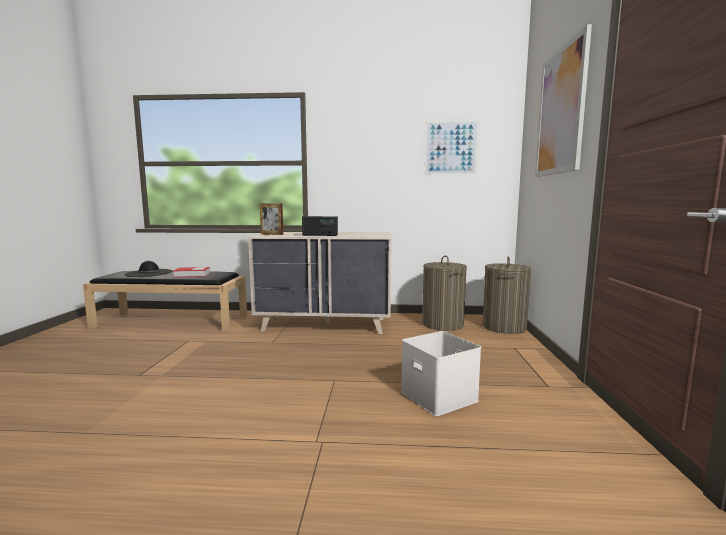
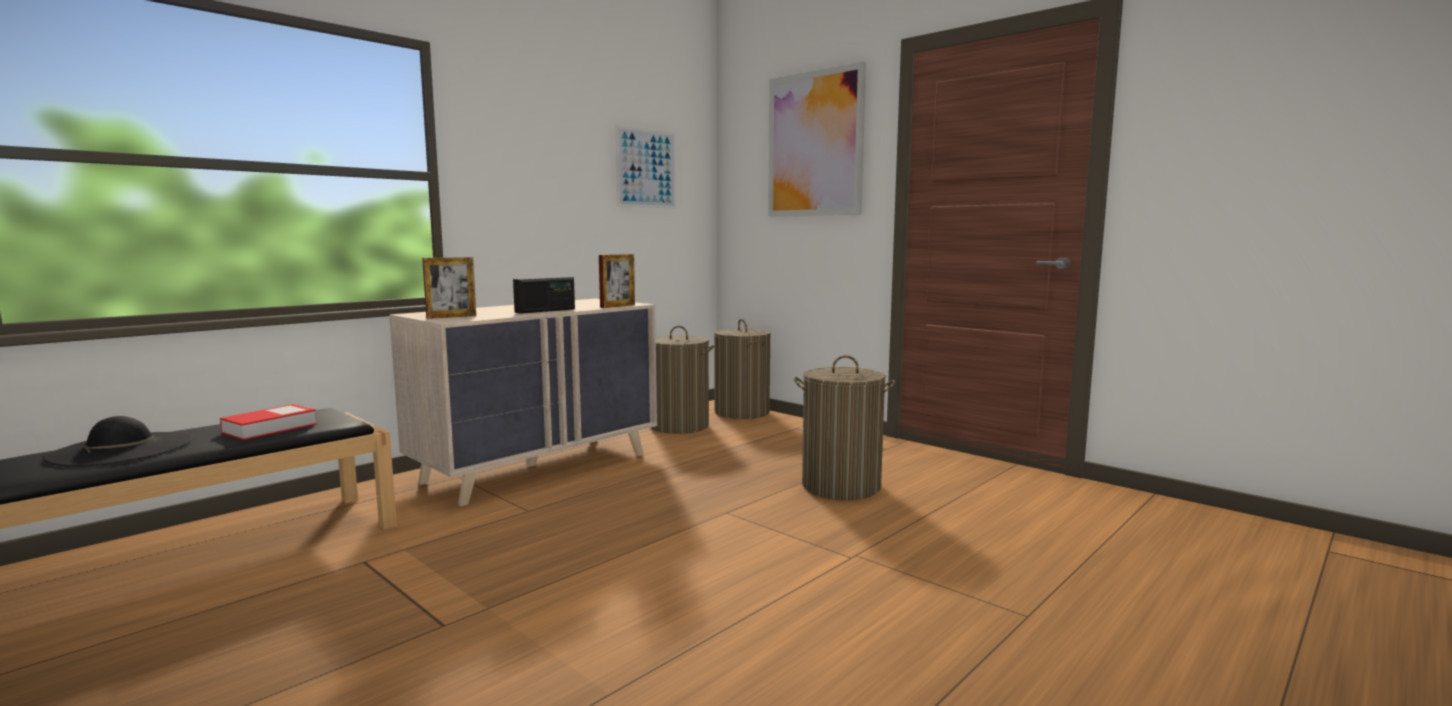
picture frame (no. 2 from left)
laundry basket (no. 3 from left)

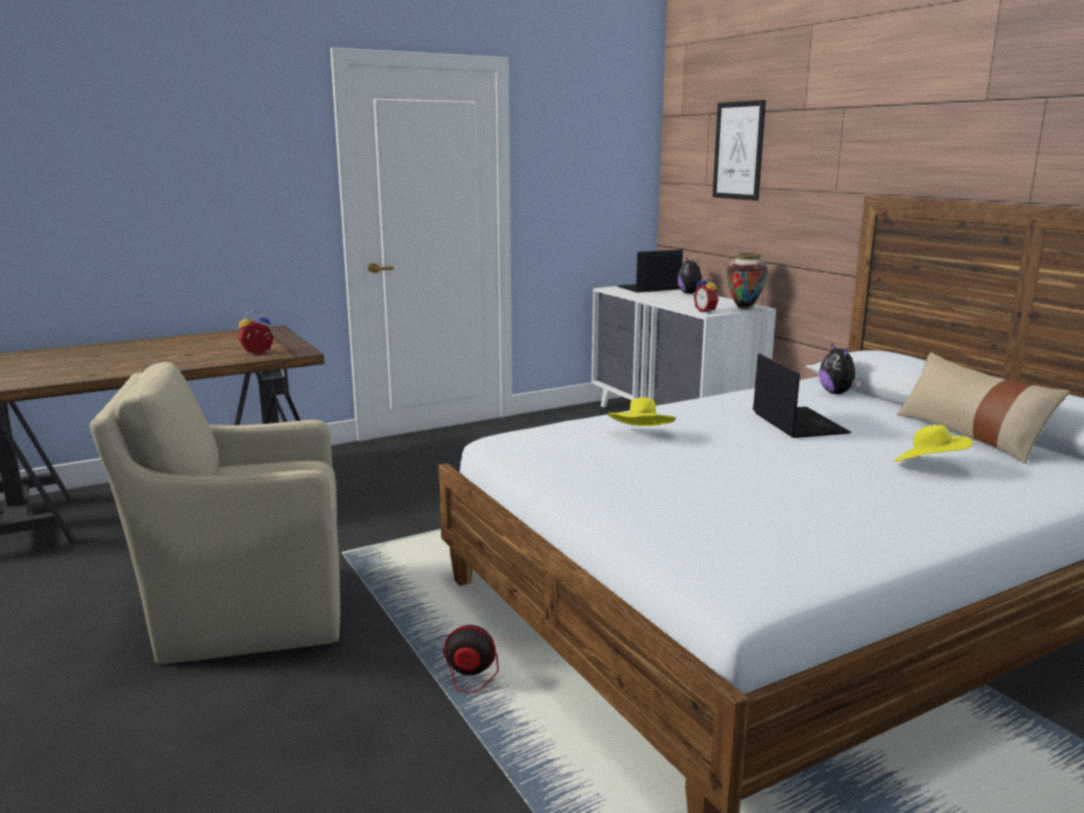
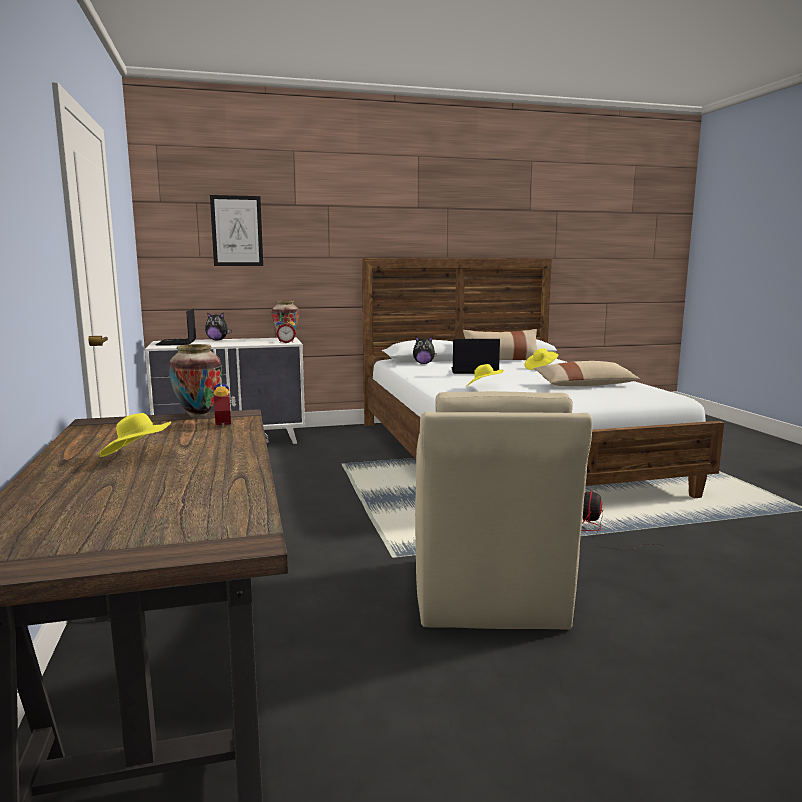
clothing hat/yellow (no. 1 from left)
decorative vase (no. 1 from left)
cushion/beige-coloured (no. 2 from left)

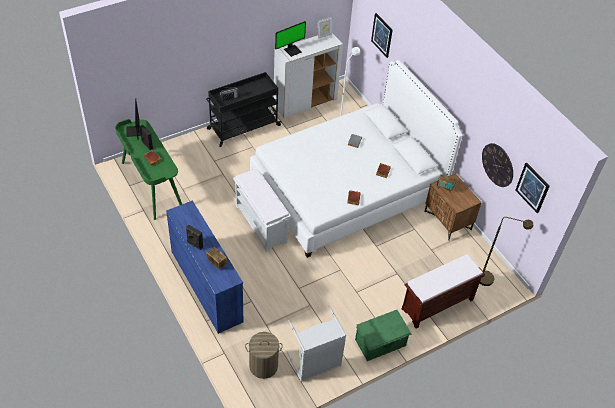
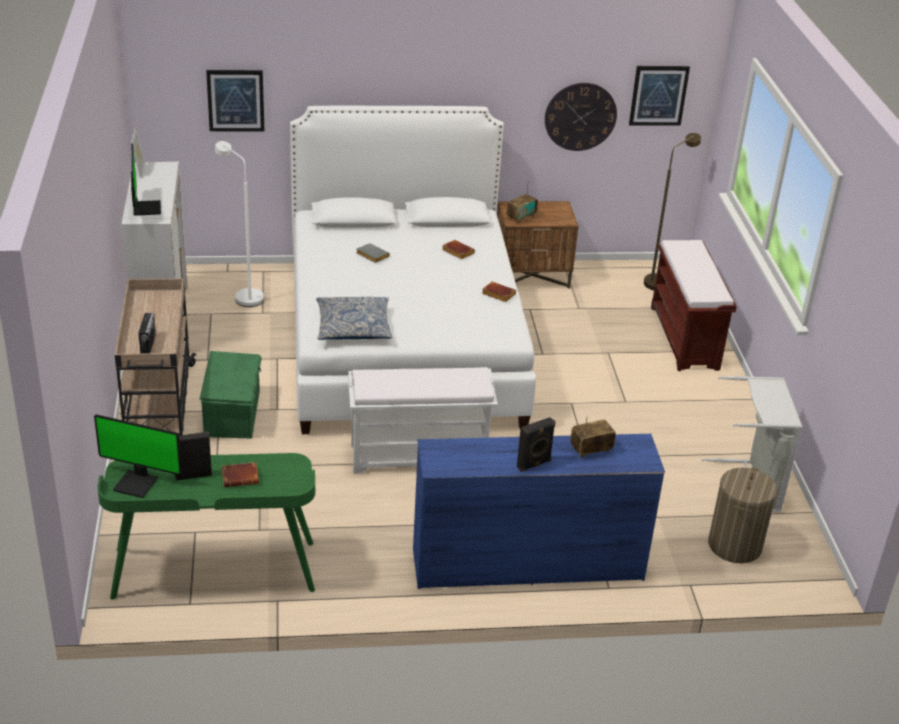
cushion
storage bin/green-coloured
cart/beige-coloured

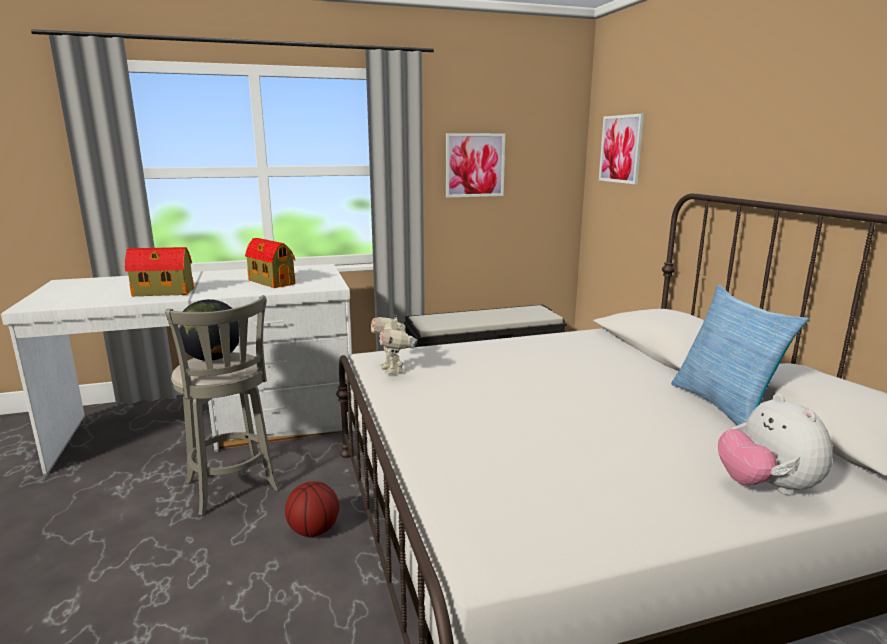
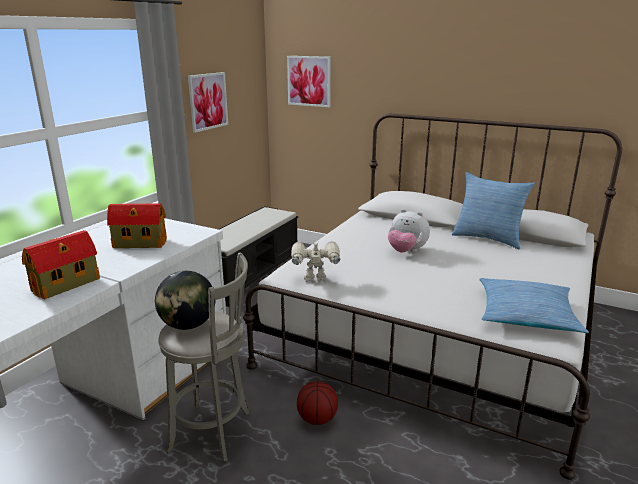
cushion (no. 2 from left)
cuddly toy
model robot

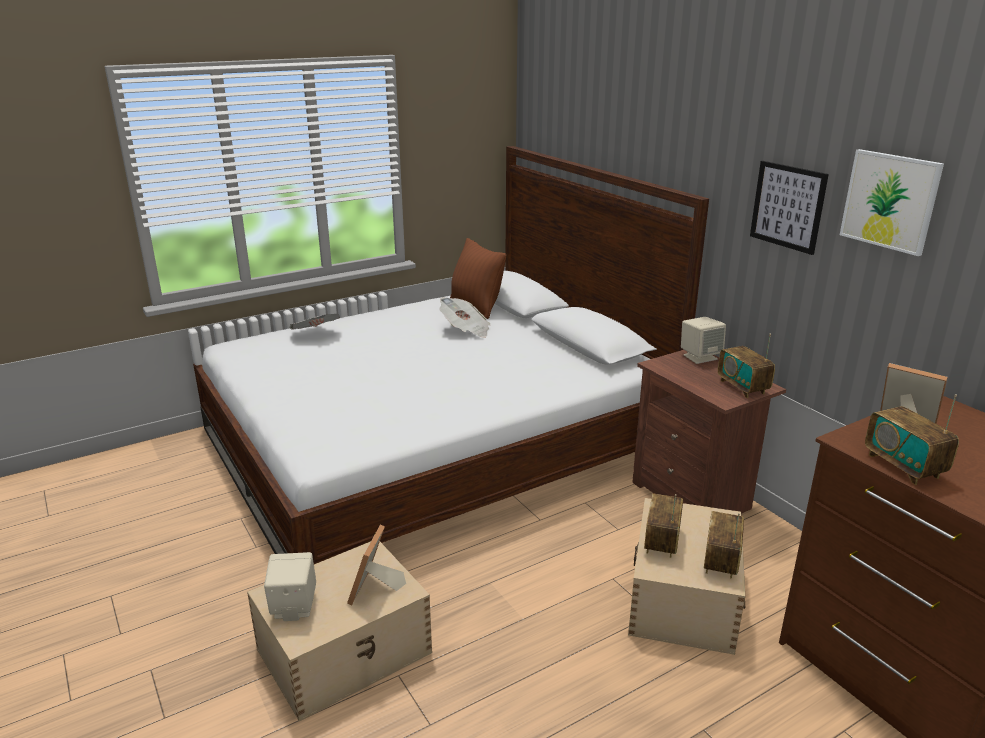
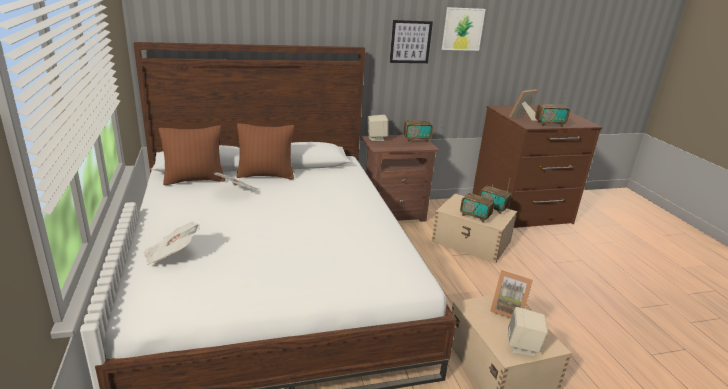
cushion/brown (no. 2 from left)

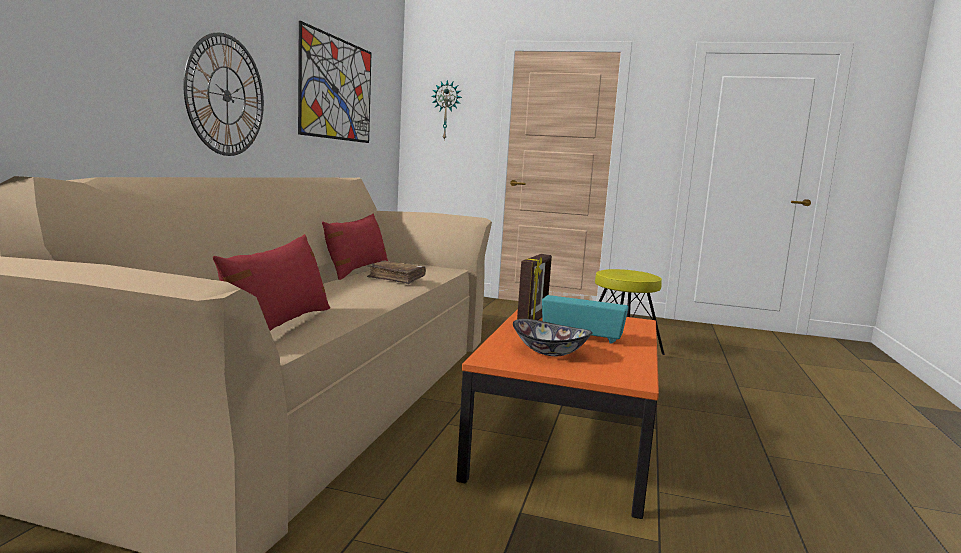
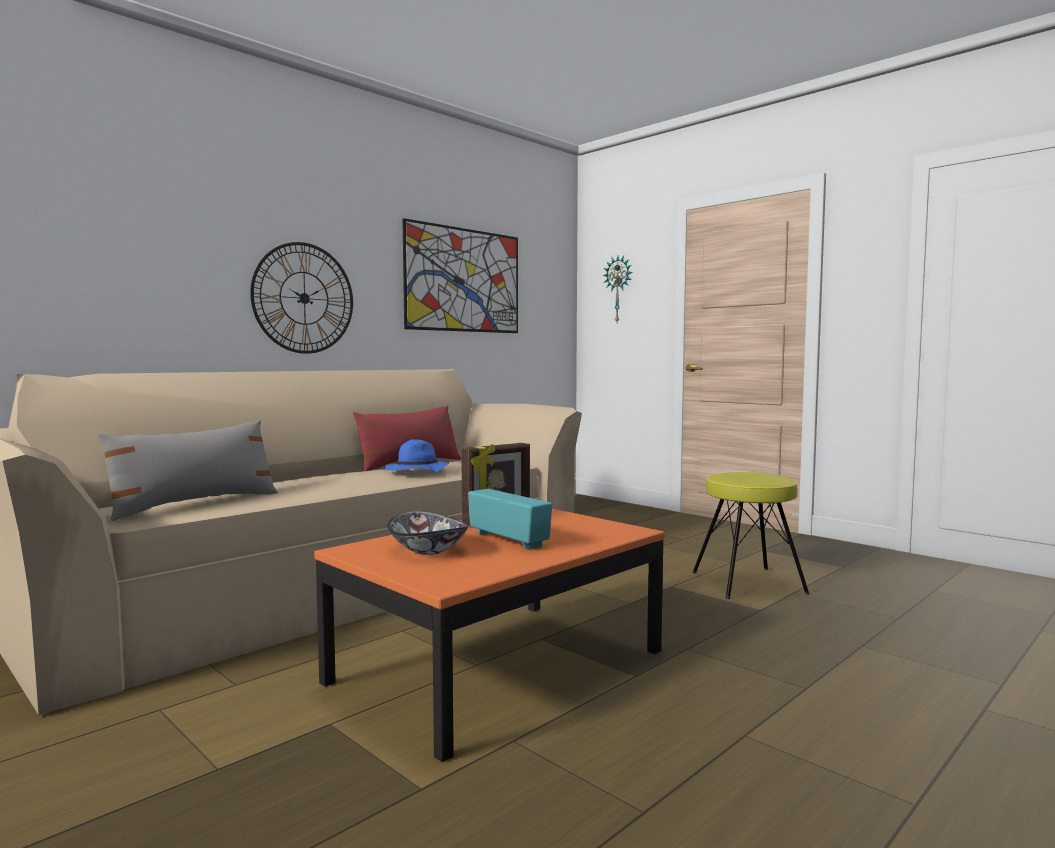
clothing hat/blue-coloured
cushion/grey

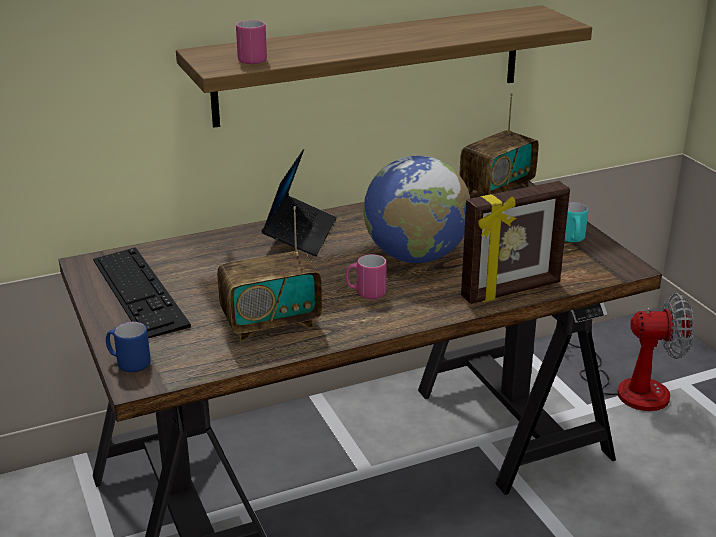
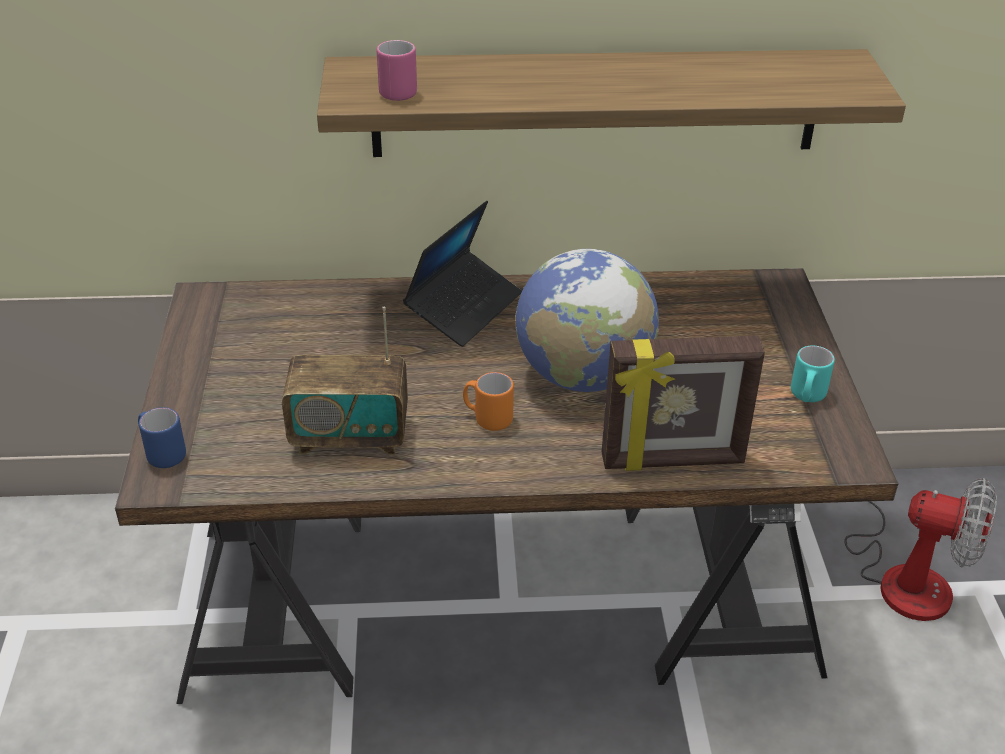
keyboard
radio (no. 2 from left in the first image)
mug/orange-coloured

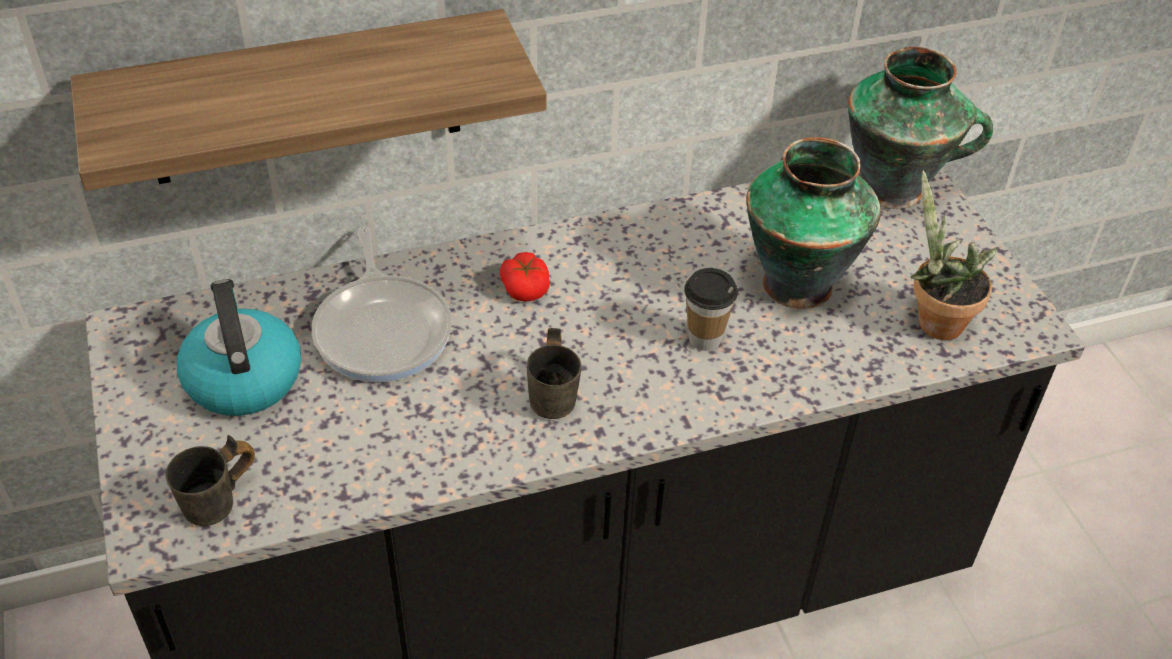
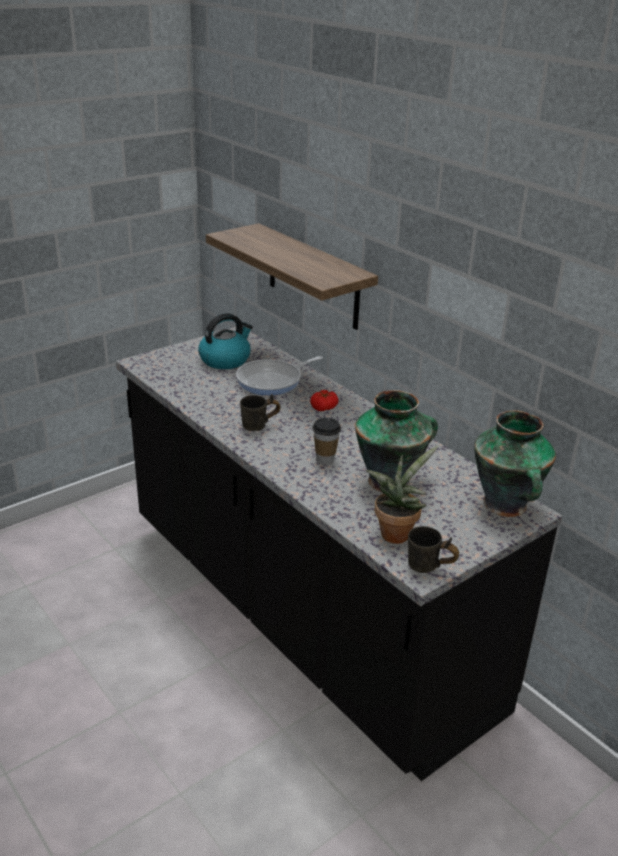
mug/grey (no. 2 from left)

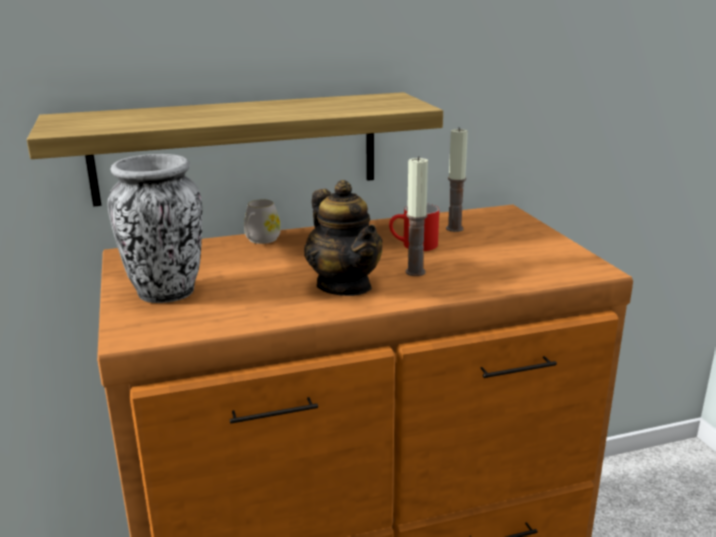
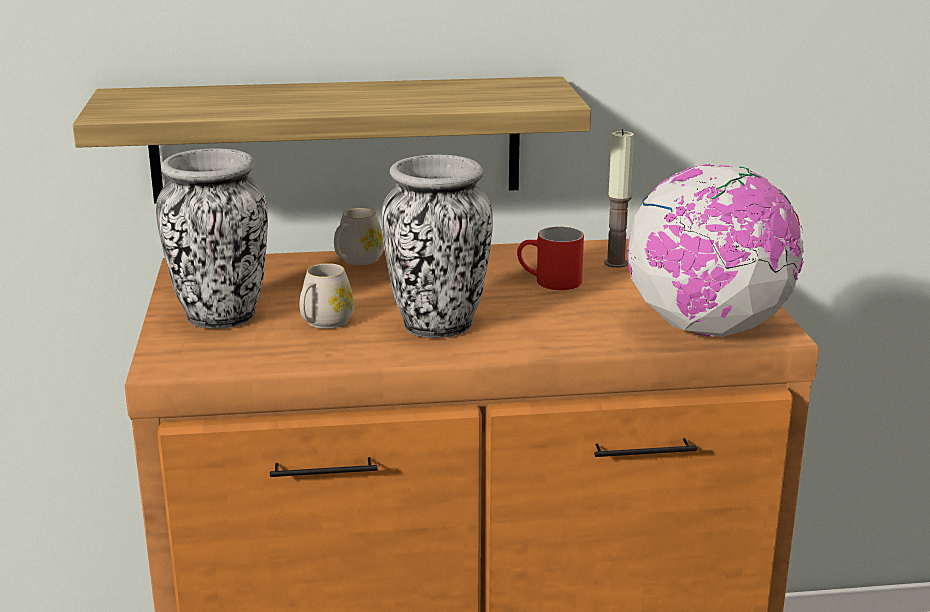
wax light (no. 1 from left in the first image)
mug/whitish (no. 1 from left)
globe
decorative vase (no. 2 from left)

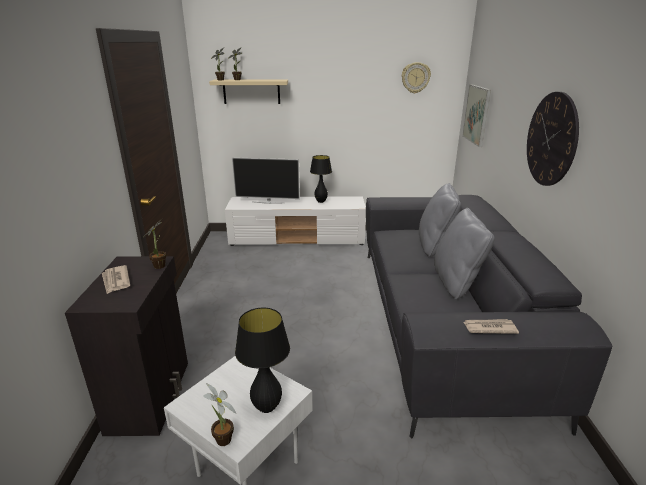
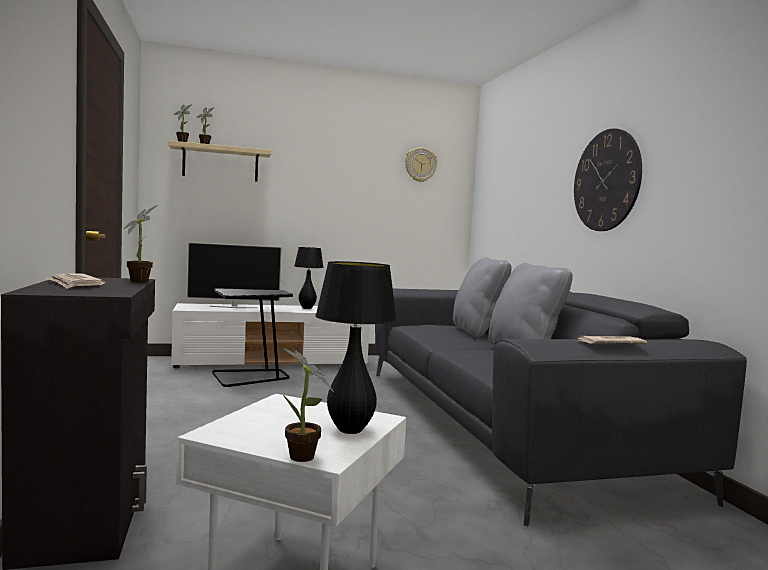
picture
side table/black

